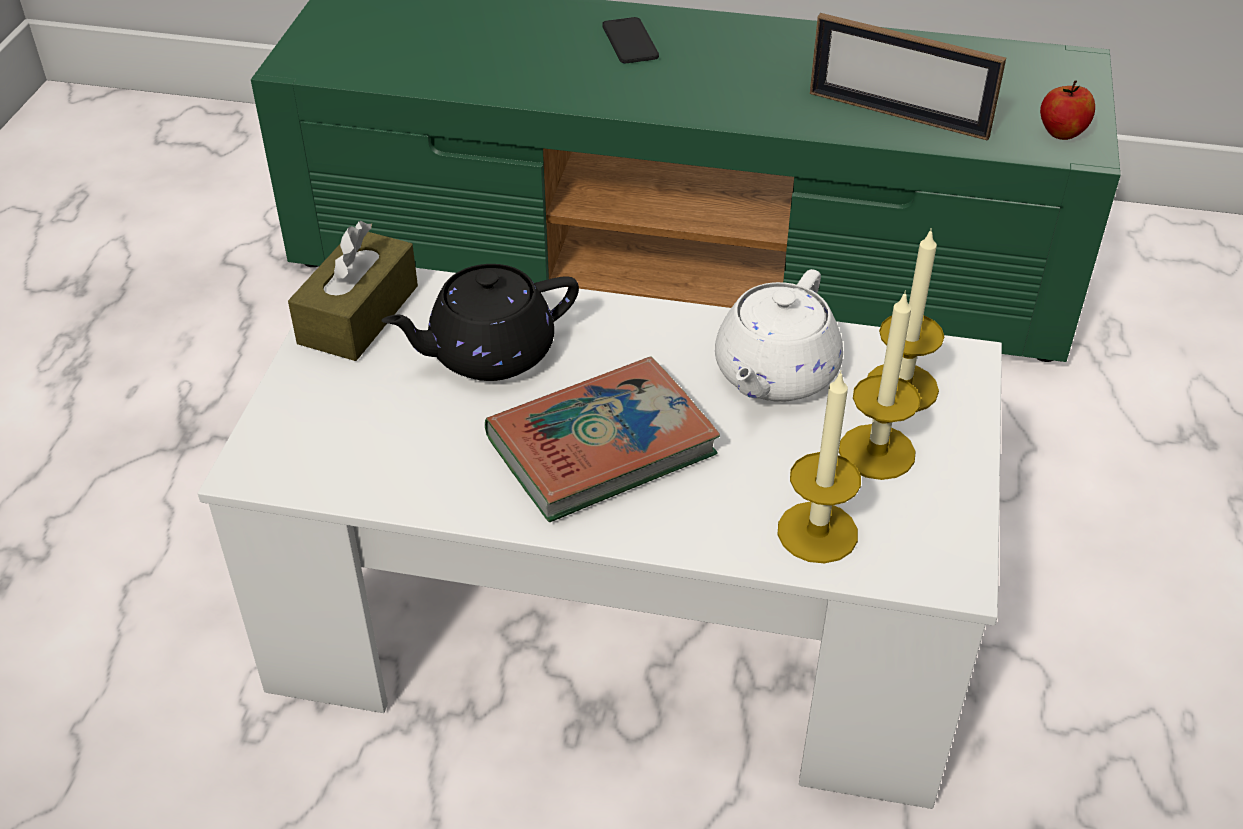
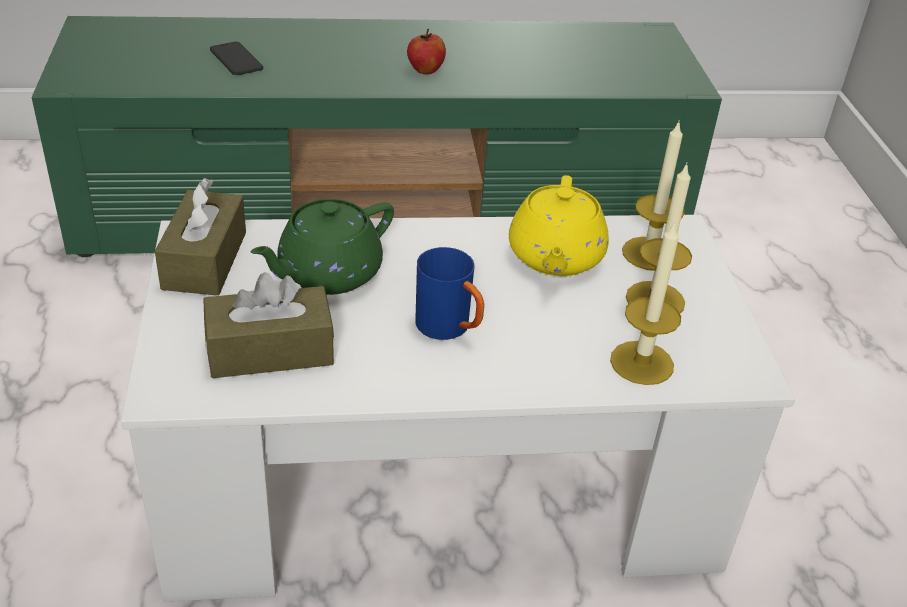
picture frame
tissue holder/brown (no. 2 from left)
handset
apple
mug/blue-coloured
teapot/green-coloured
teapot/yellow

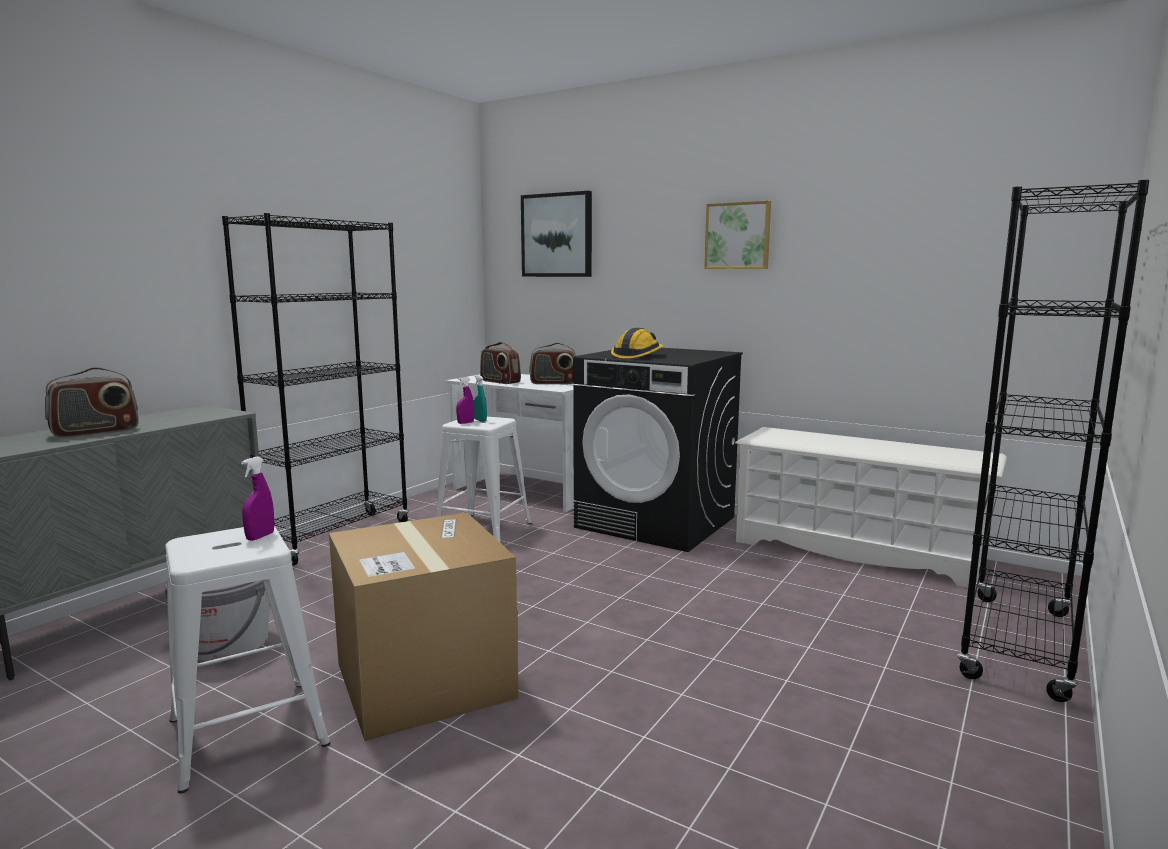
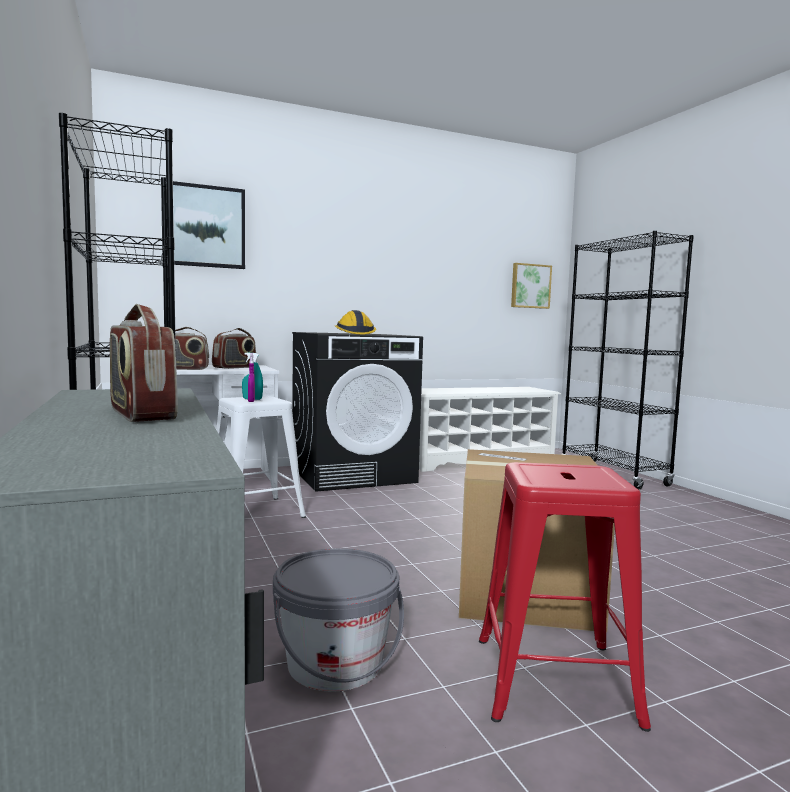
hand sprayer/purple-coloured (no. 1 from left in the first image)
picture (no. 2 from left)
stool seat/reddish
radio (no. 1 from left)

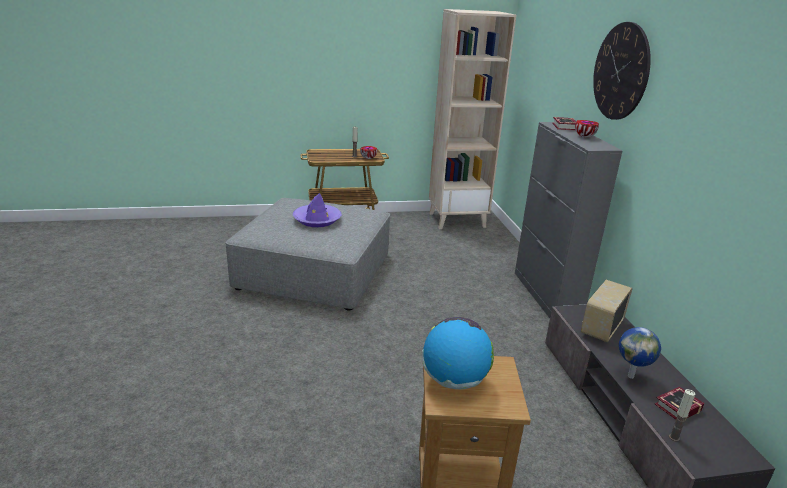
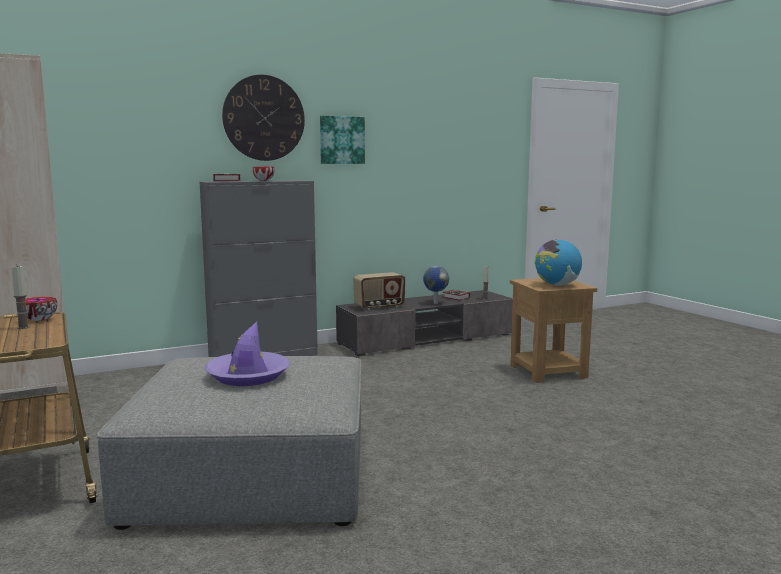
picture
radio

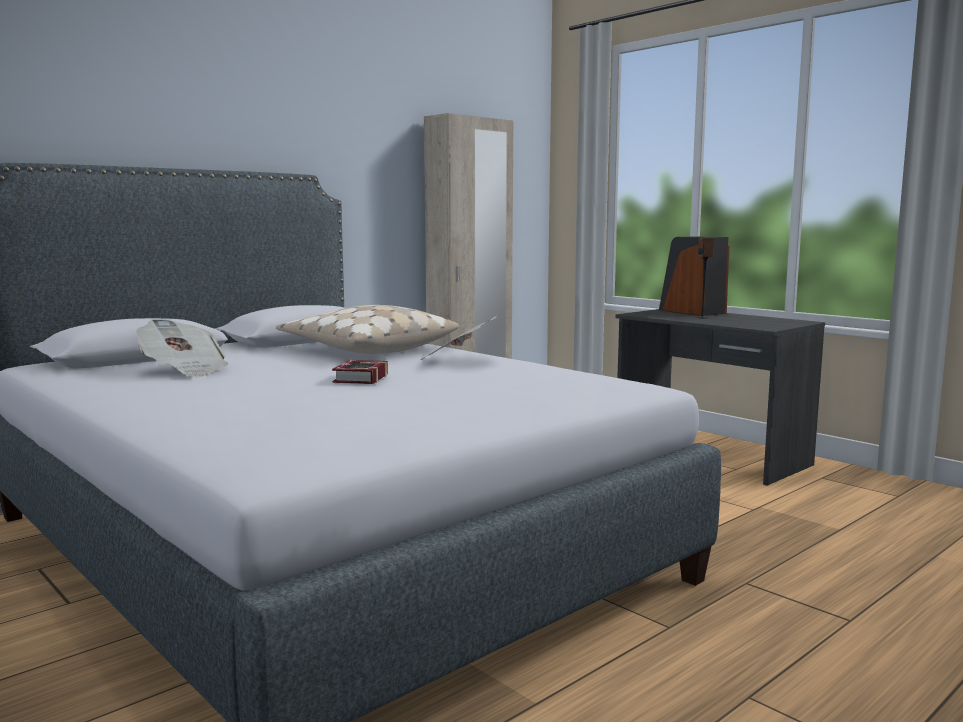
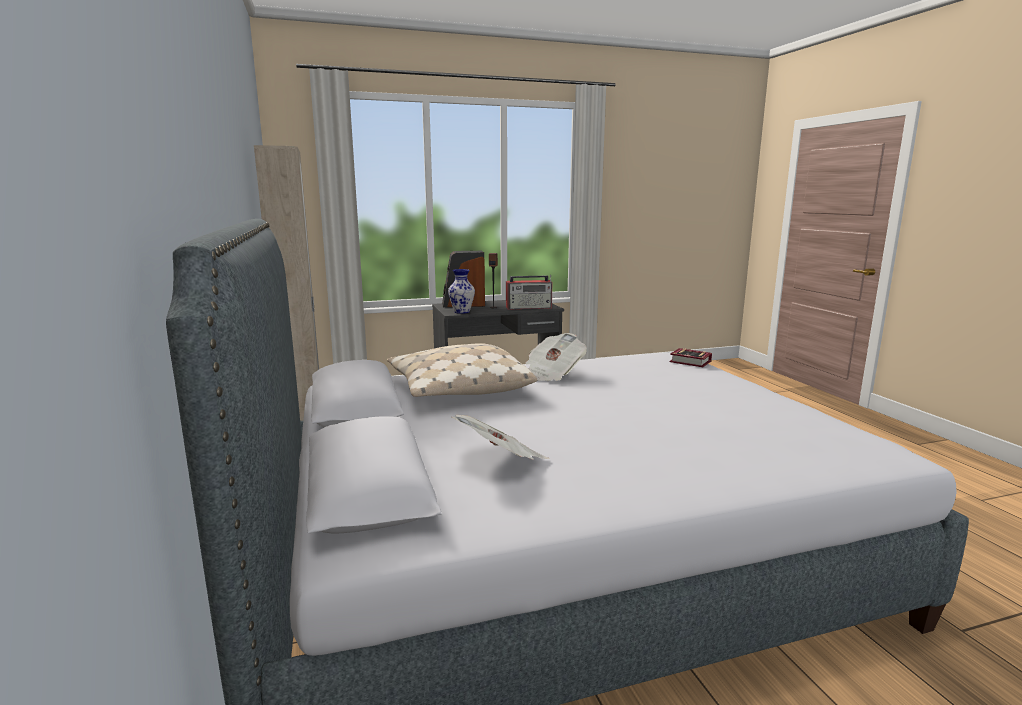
decorative vase
radio
book

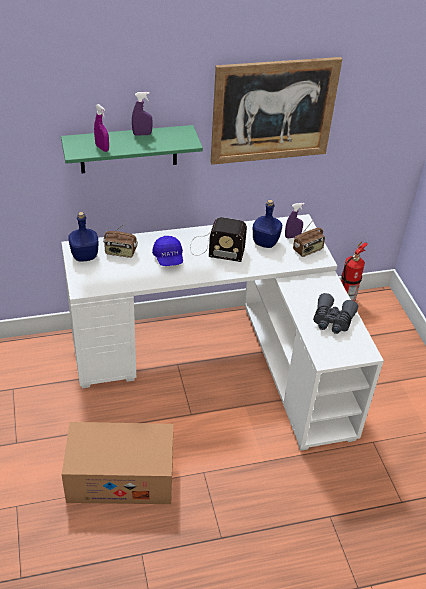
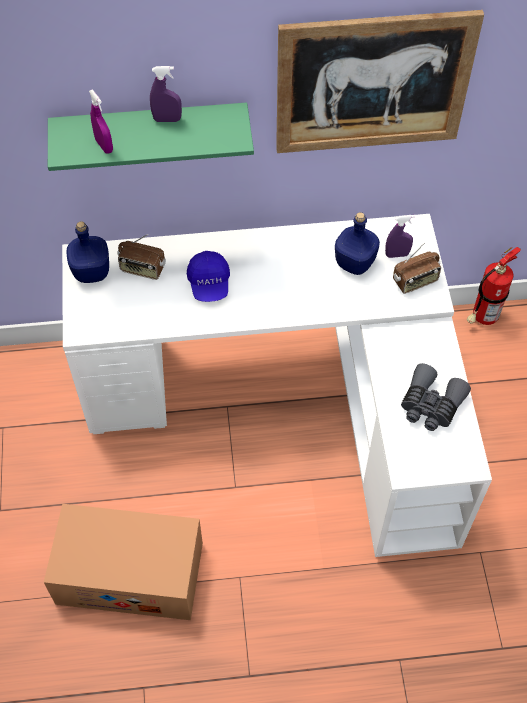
radio (no. 2 from left in the first image)

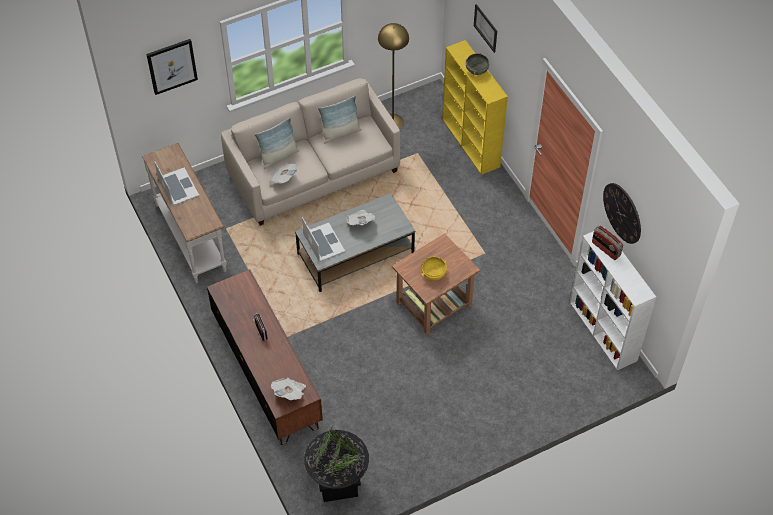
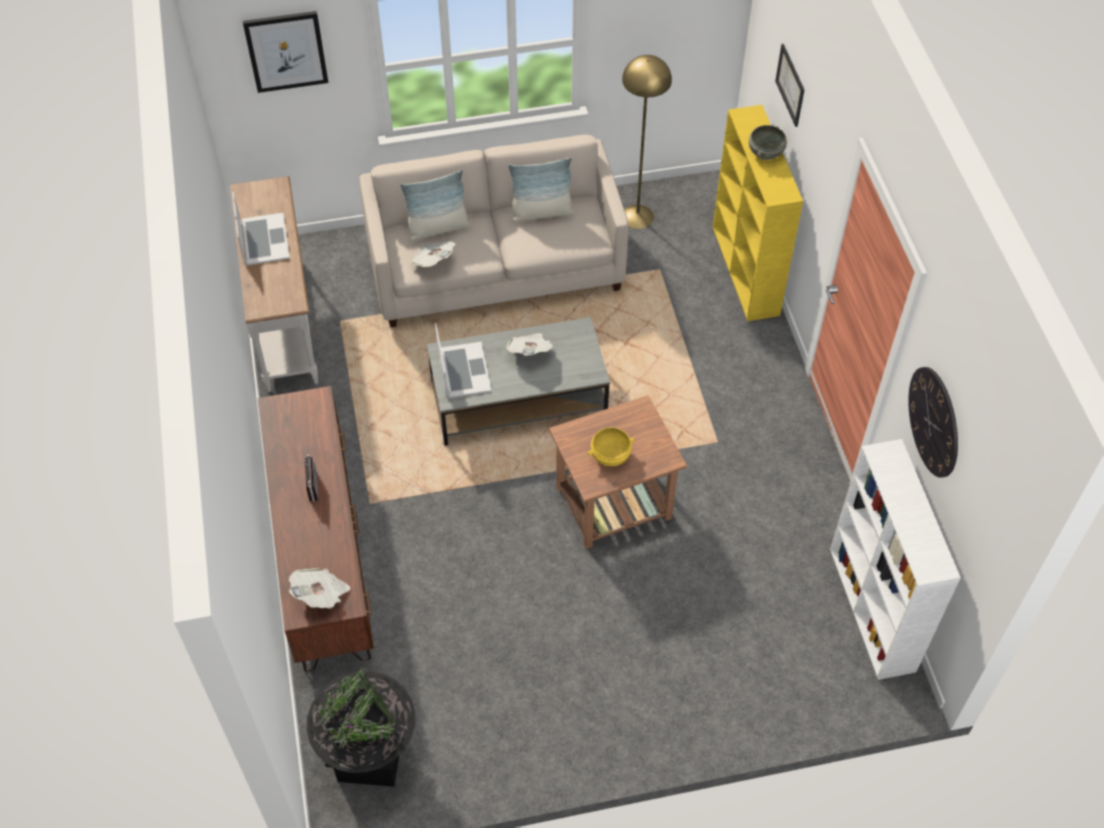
radio (no. 2 from left in the first image)

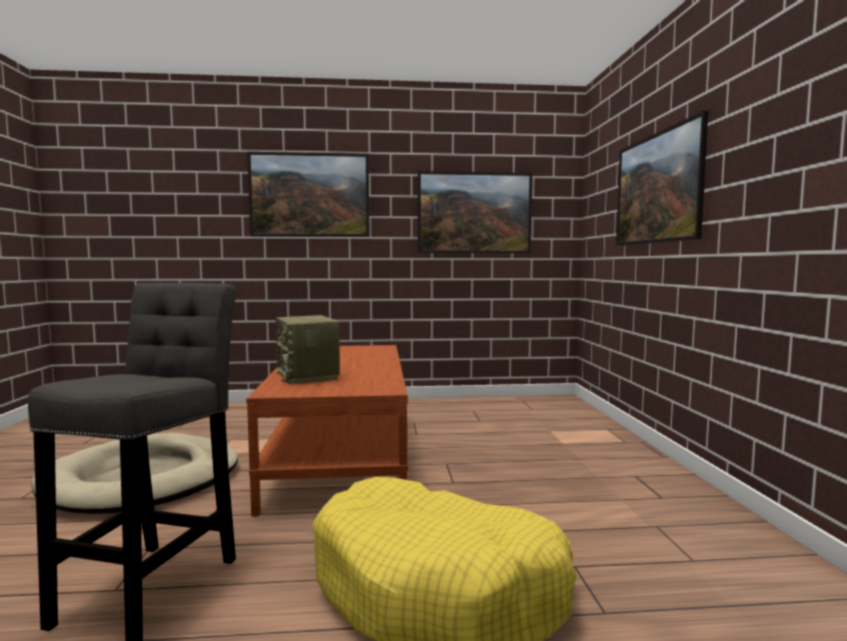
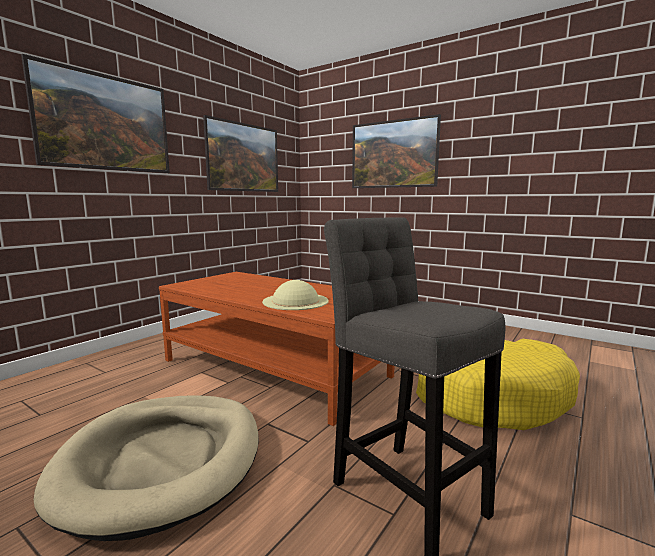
clothing hat/beige-coloured

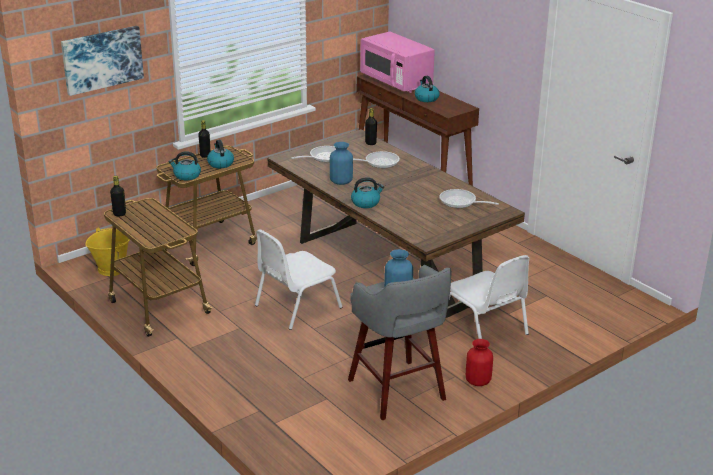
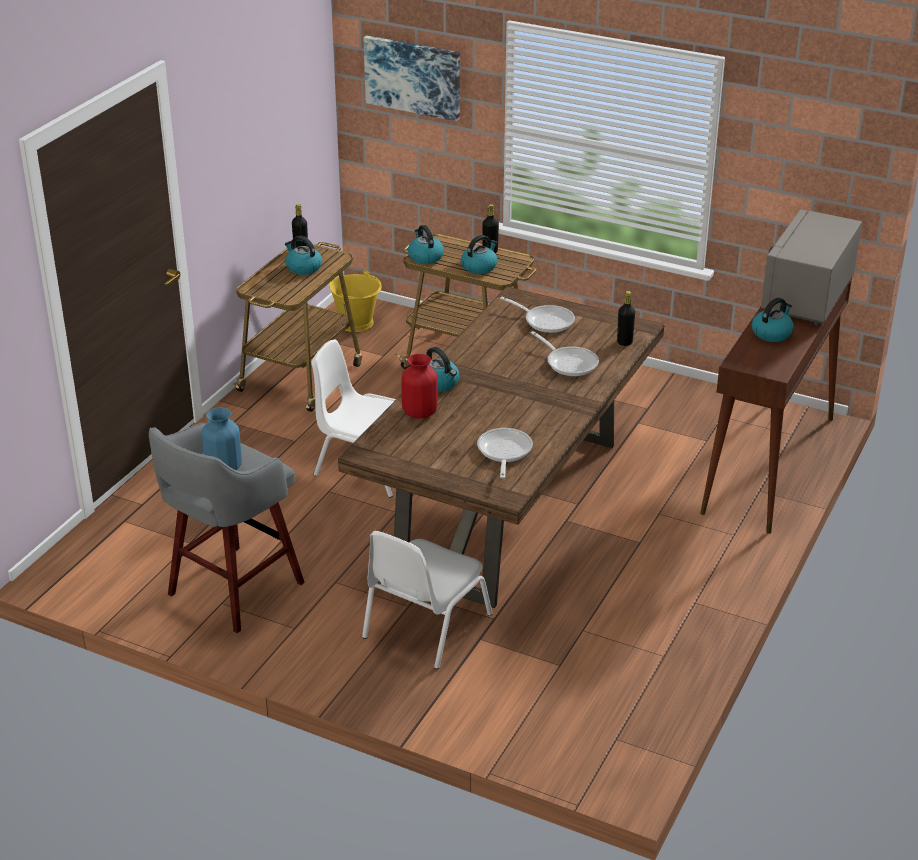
decorative vase/blue-coloured (no. 1 from left in the first image)
water kettle (no. 1 from left)
decorative vase/reddish
kitchen microwave/grey

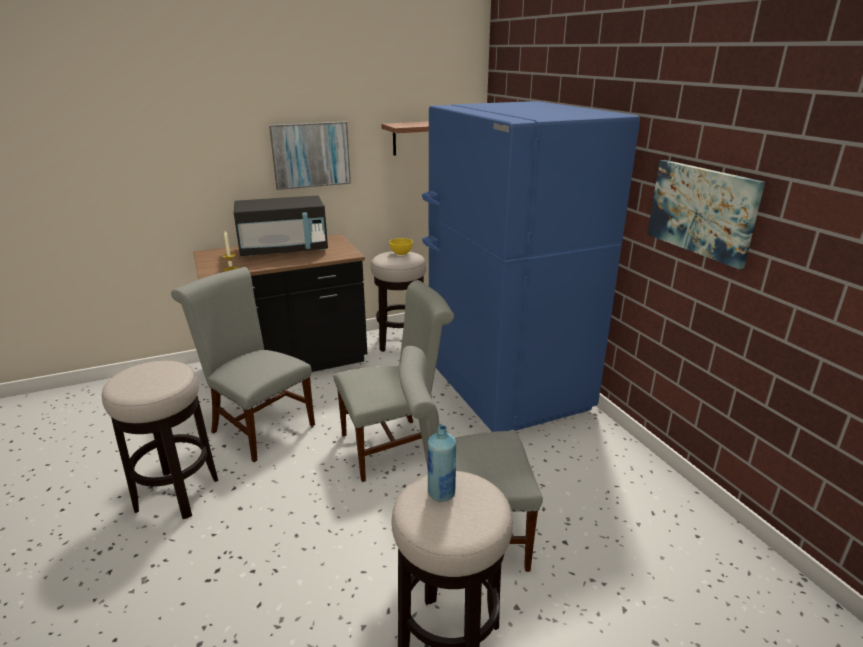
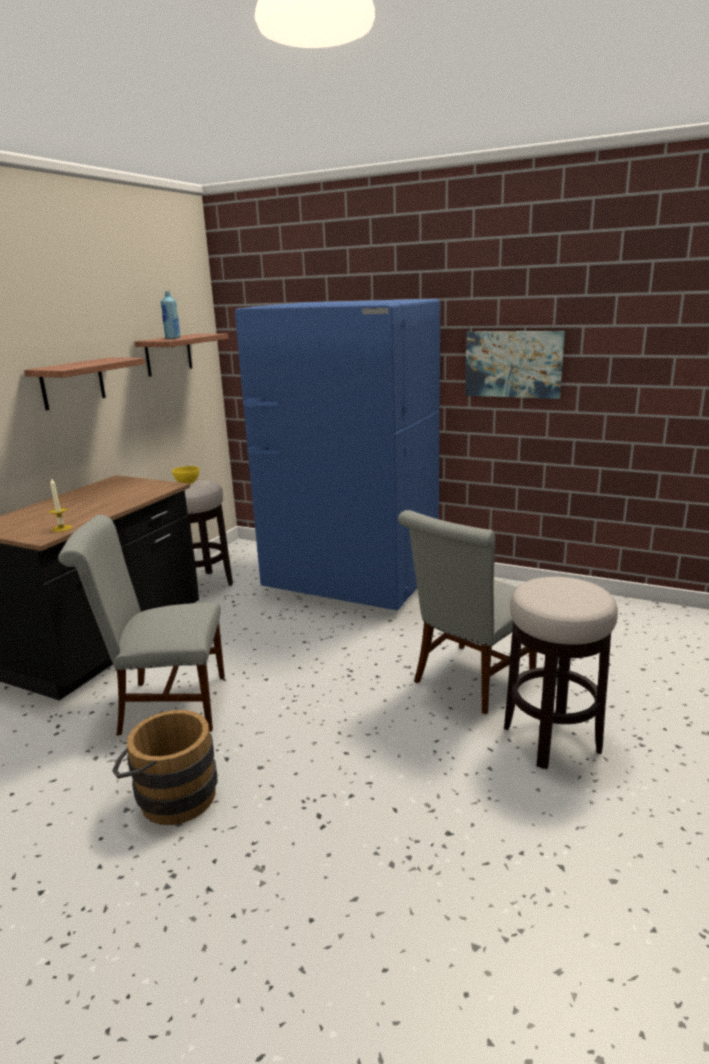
kitchen microwave/black
chair/grey (no. 2 from left in the first image)
beverage bottle/blue-coloured
pail/brown
bracket shelf (no. 1 from left)

